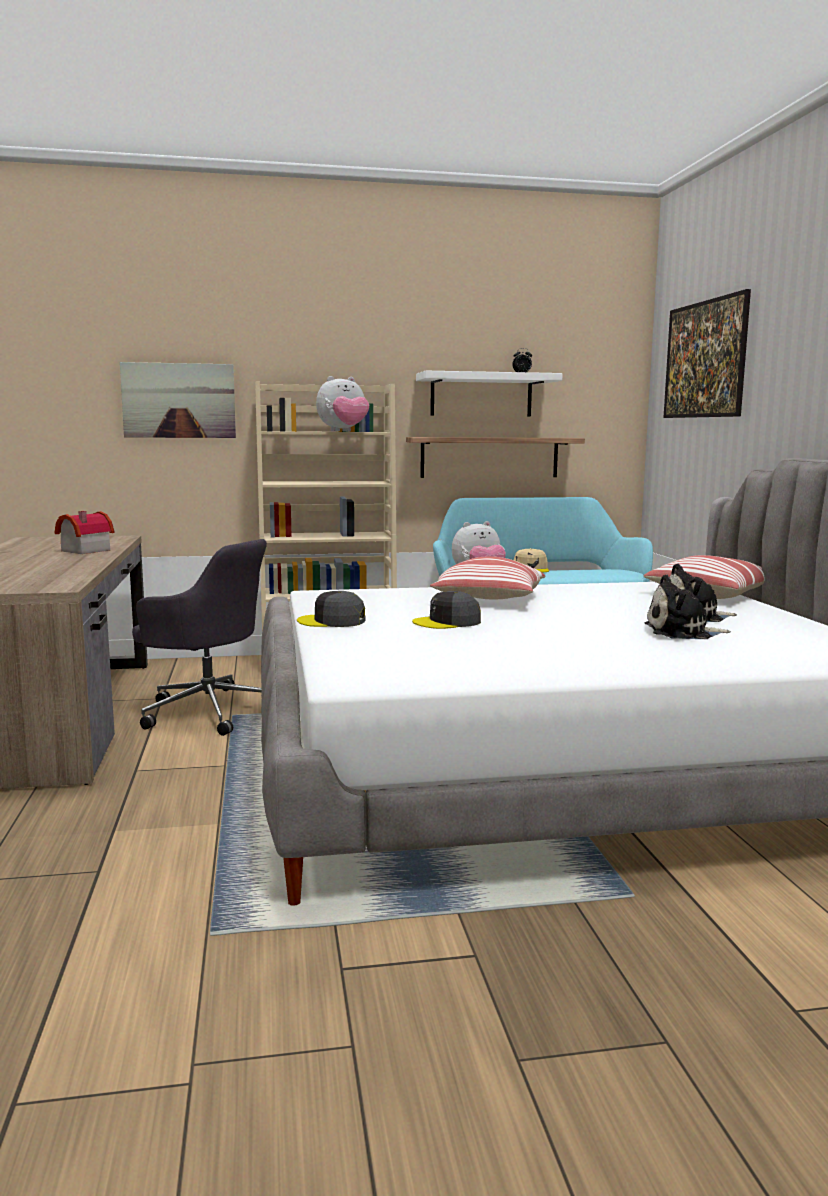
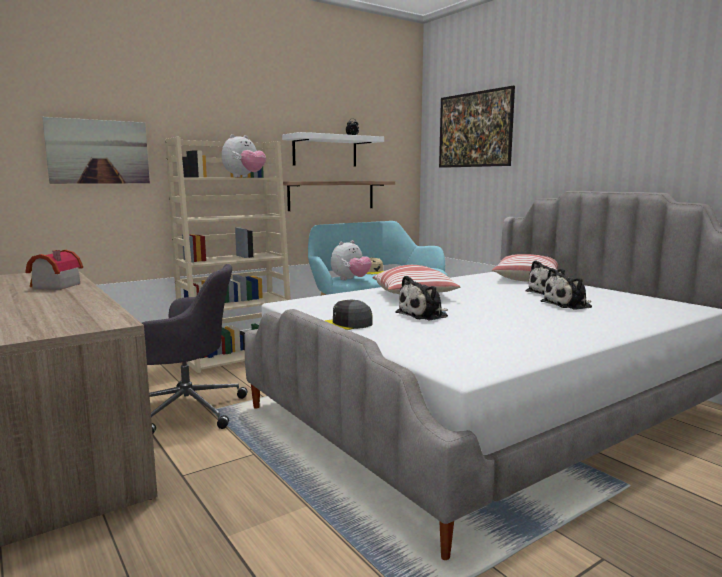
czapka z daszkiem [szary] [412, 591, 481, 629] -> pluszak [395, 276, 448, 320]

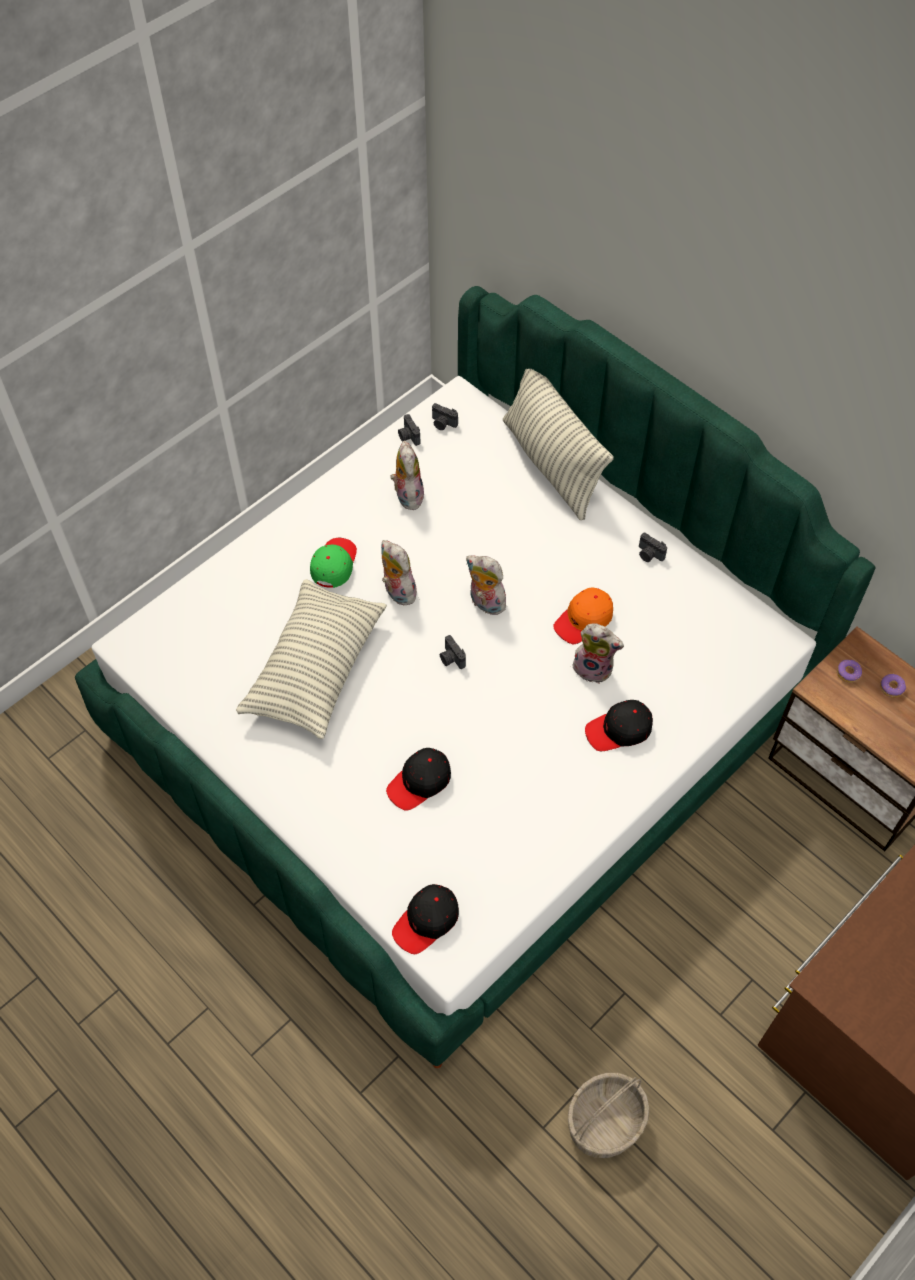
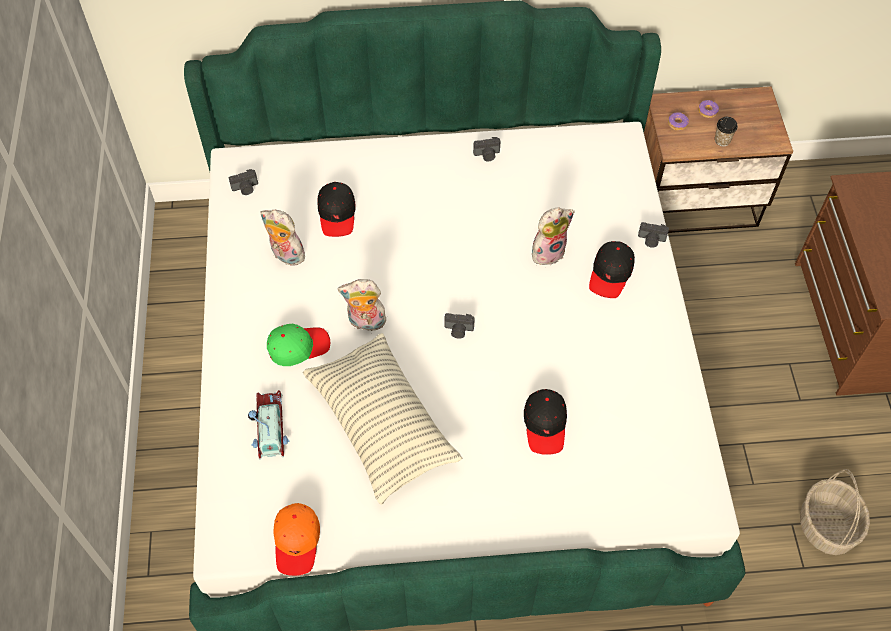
poduszka [503, 369, 614, 520] -> none
aparat fotograficzny [398, 414, 421, 446] -> aparat fotograficzny [638, 222, 669, 248], relocated
czapka z daszkiem [zielony] [310, 538, 357, 588] -> czapka z daszkiem [zielony] [267, 324, 330, 366], 105 degrees clockwise
pluszak [466, 555, 506, 615] -> none
czapka z daszkiem [pomarańczowy] [553, 587, 613, 644] -> czapka z daszkiem [pomarańczowy] [273, 503, 320, 576], relocated
czapka z daszkiem [czarny] [392, 884, 459, 954] -> czapka z daszkiem [czarny] [317, 182, 356, 237], relocated
none -> filiżanka [715, 117, 738, 146]
none -> samochodzik [248, 390, 289, 460]

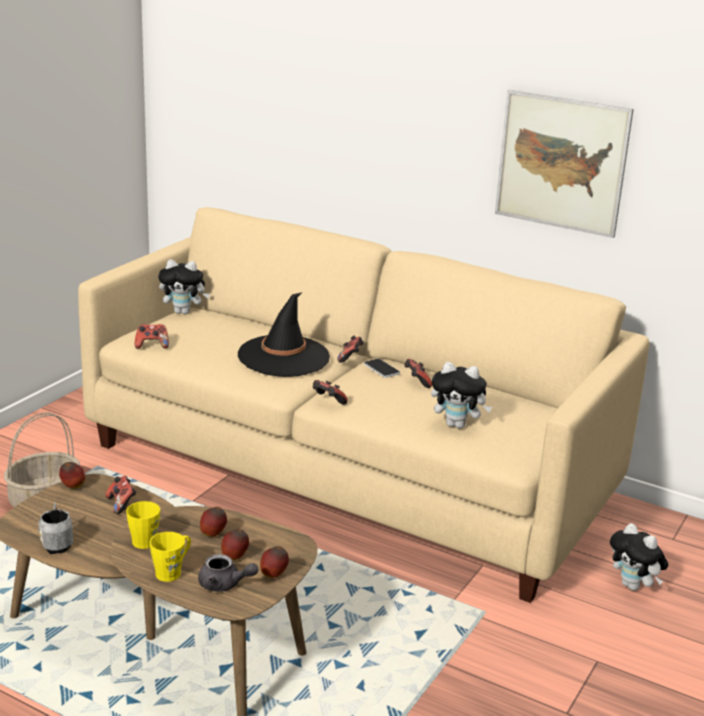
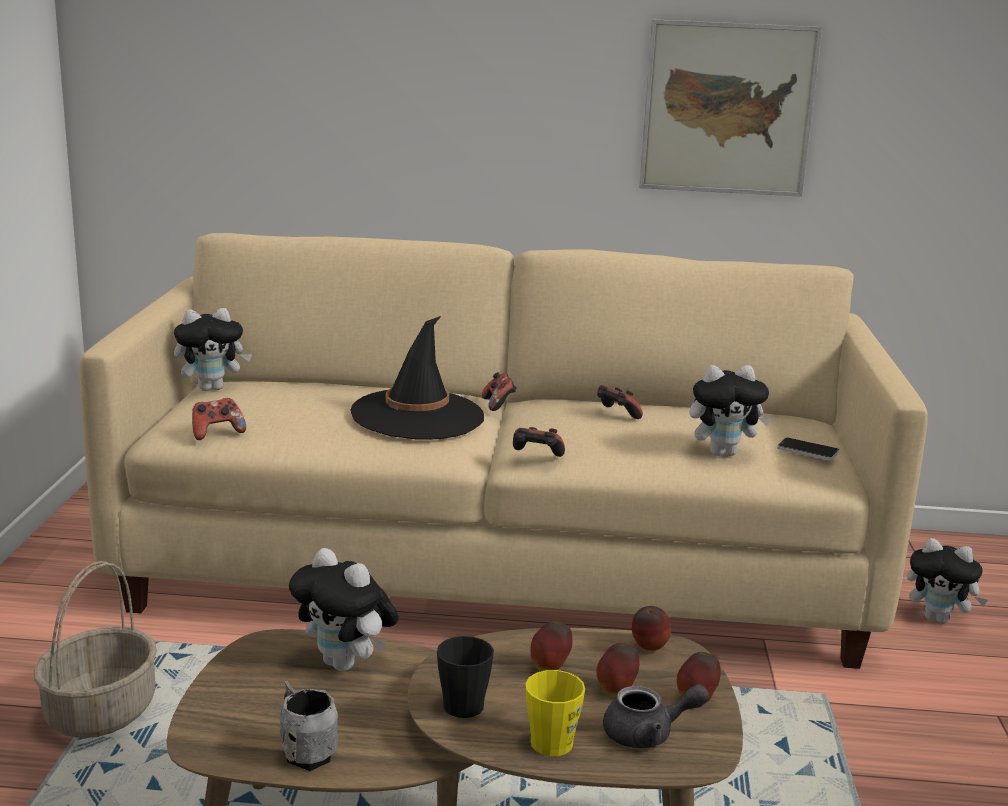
telefon [364, 359, 400, 378] -> telefon [777, 437, 839, 461], relocated
jabłko [59, 462, 85, 489] -> jabłko [632, 606, 671, 651], relocated
pad do gier [106, 476, 136, 514] -> pluszak [289, 548, 399, 672]
kubek [żółty] [126, 501, 160, 549] -> kubek [czarny] [437, 636, 494, 718]

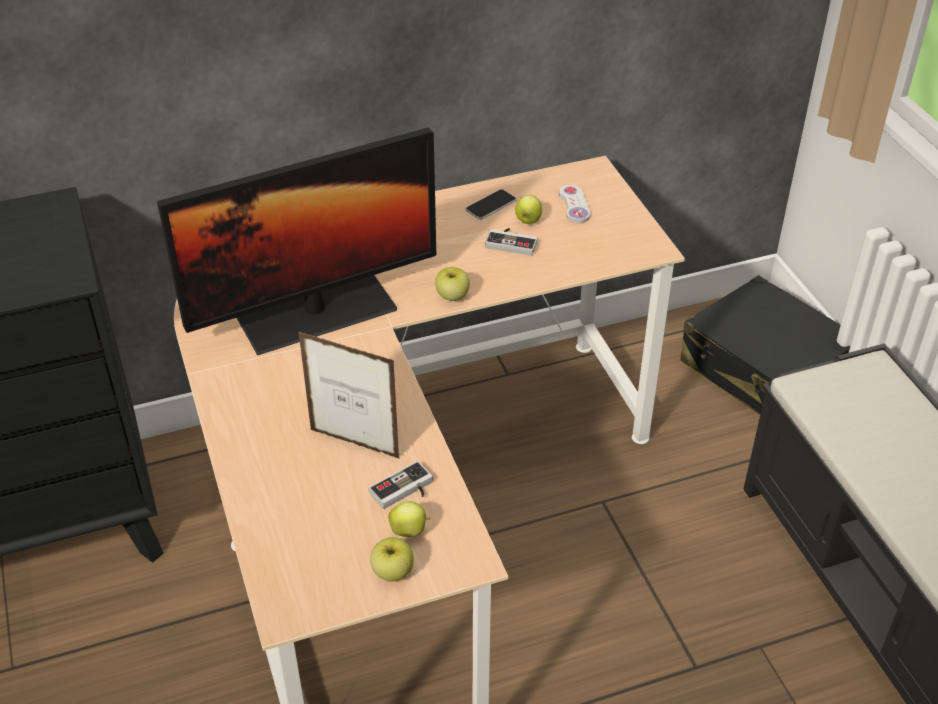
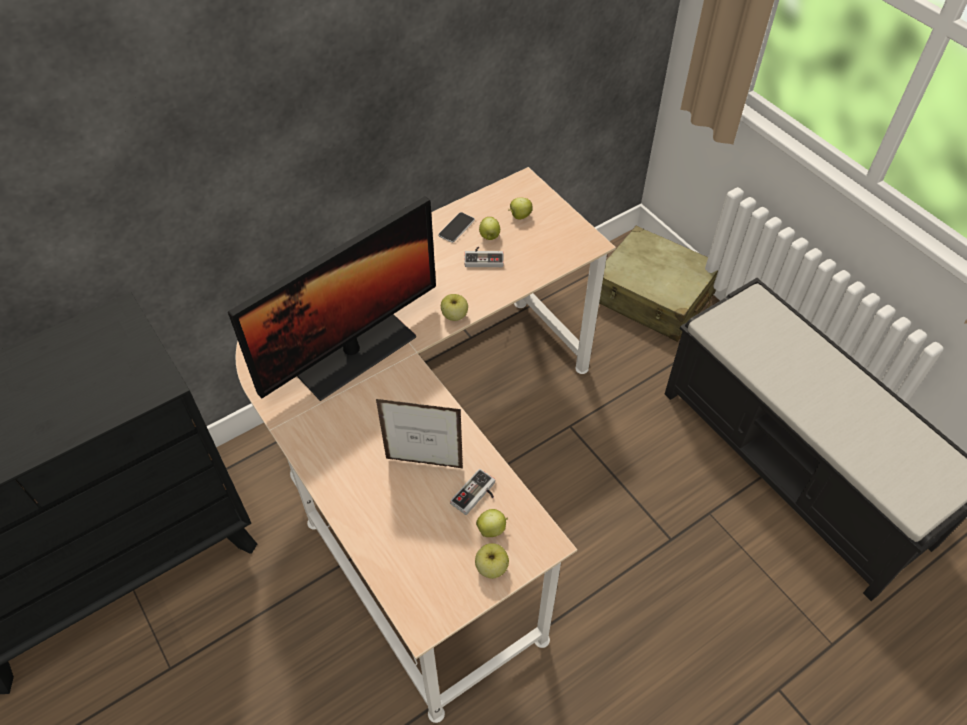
pad do gier [biały] [559, 184, 590, 223] -> jabłko [508, 197, 533, 219]
walizka [czarny] [681, 275, 850, 415] -> walizka [beżowy] [599, 226, 718, 342]

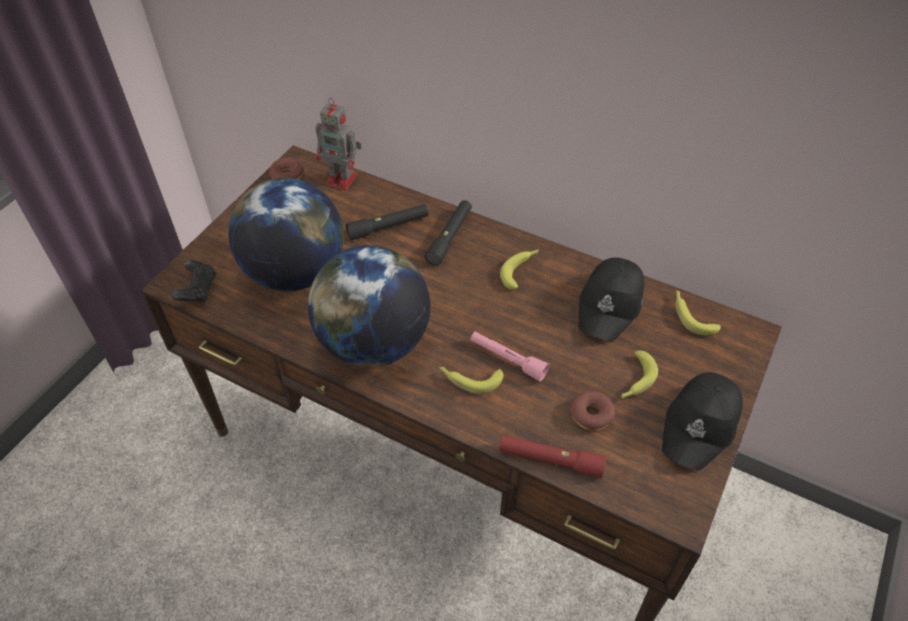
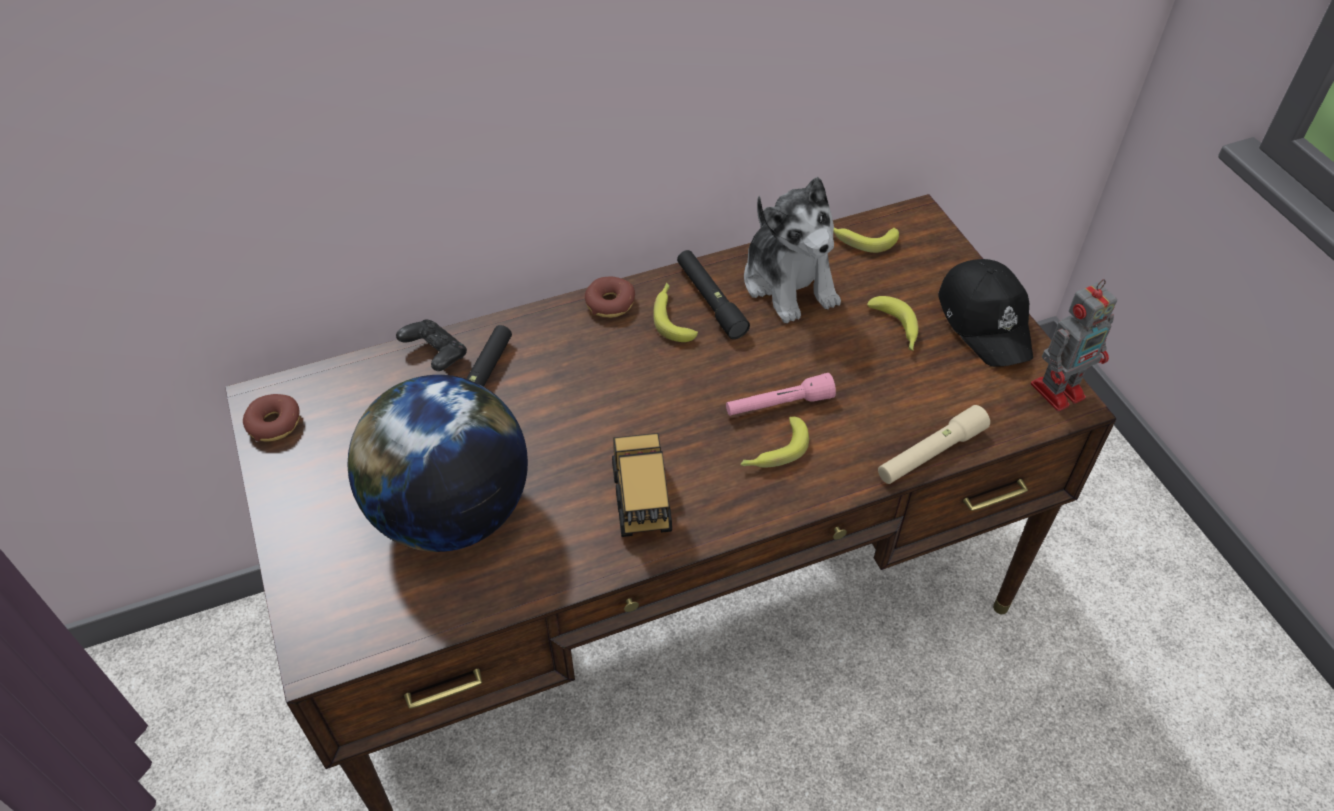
robot zabawkowy [316, 98, 362, 190] -> robot zabawkowy [1031, 279, 1117, 411], relocated
latarka [czarny] [425, 200, 472, 266] -> latarka [czarny] [677, 250, 750, 339], relocated
globus [308, 245, 430, 367] -> ciężarówka zabawkowa [612, 433, 672, 537]
czapka z daszkiem [czarny] [579, 257, 644, 341] -> pluszak [744, 177, 841, 323]
pad do gier [czarny] [171, 260, 216, 303] -> pad do gier [czarny] [396, 320, 467, 371], relocated
donut [569, 391, 615, 430] -> donut [585, 277, 635, 318], relocated
latarka [czerwony] [499, 435, 606, 478] -> latarka [beżowy] [878, 405, 990, 484]

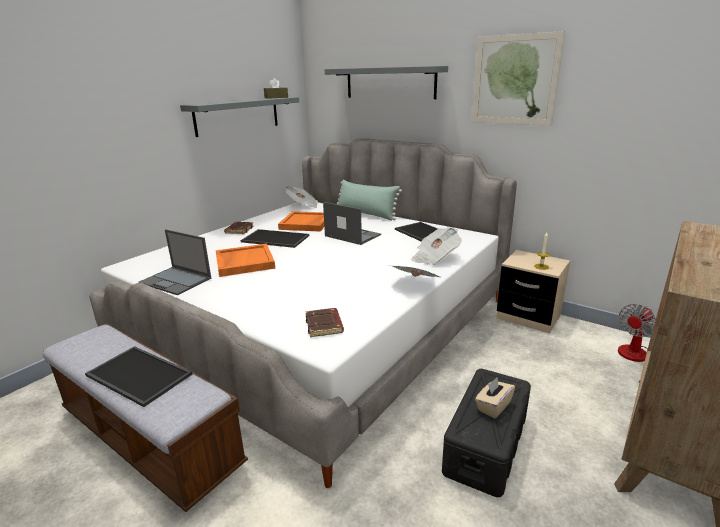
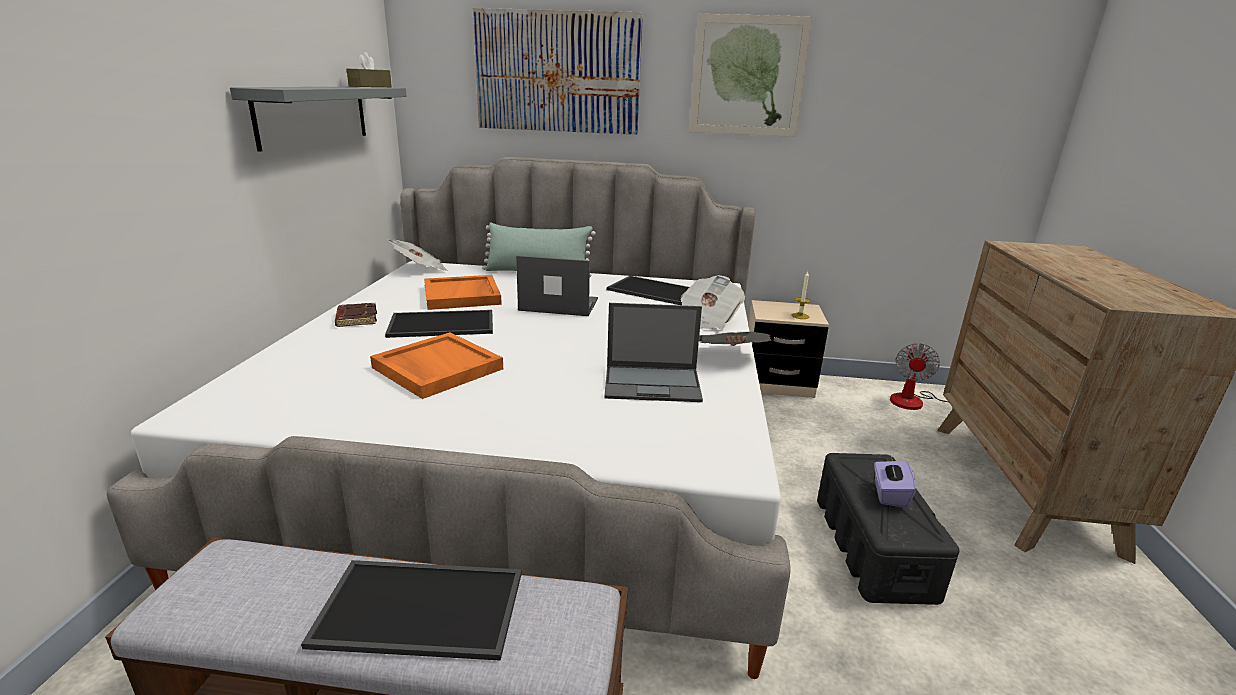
półka [szary] [325, 66, 448, 99] -> obraz [473, 8, 643, 135]
laptop [139, 229, 211, 295] -> laptop [604, 303, 703, 402], relocated
książka [brązowy] [305, 308, 344, 337] -> none
pudełko chusteczek [beżowy] [475, 377, 515, 418] -> pudełko chusteczek [fioletowy] [874, 456, 916, 508]

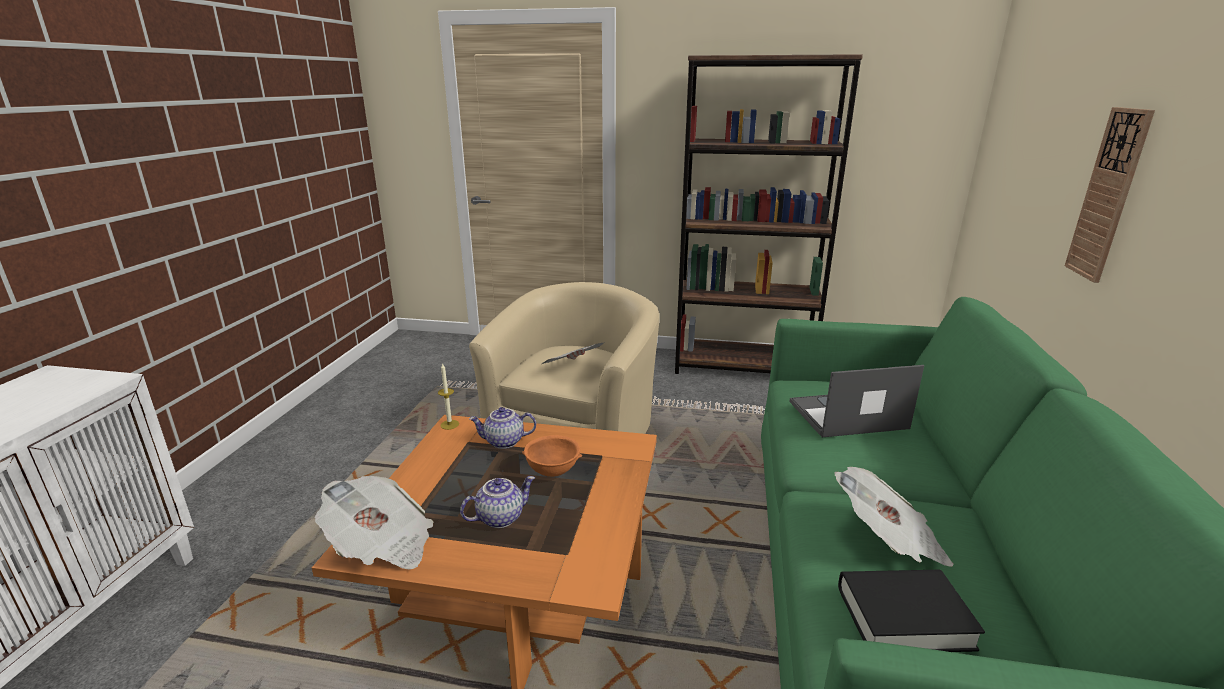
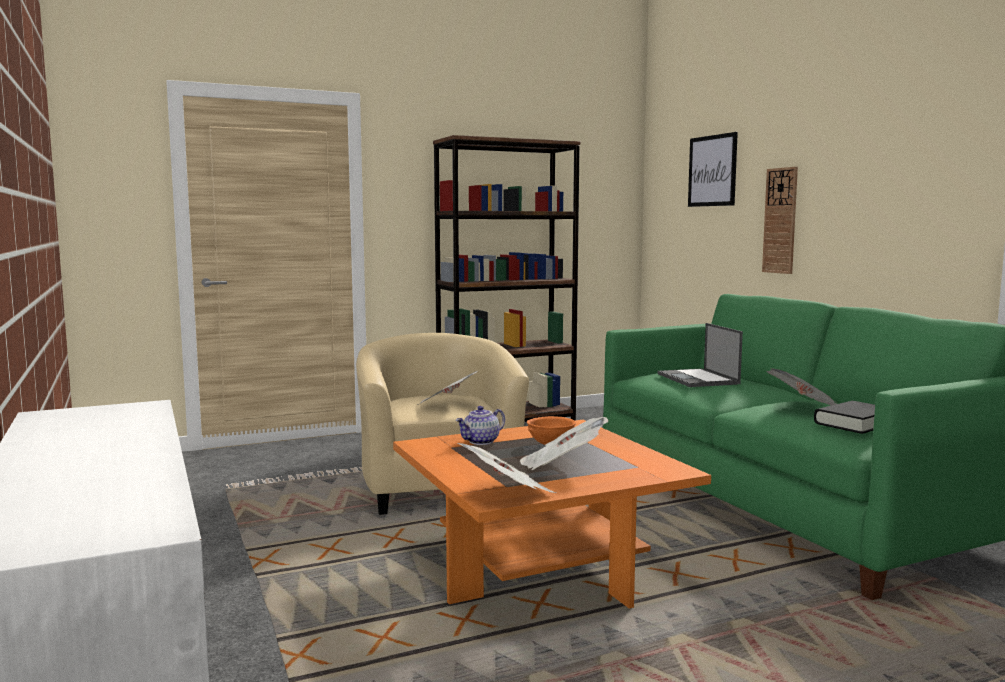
świeca [438, 363, 459, 430] -> none
laptop [789, 365, 924, 437] -> laptop [657, 323, 743, 387], 60 degrees counterclockwise
imbryk [460, 476, 535, 528] -> gazeta [520, 417, 608, 470]
none -> obraz [688, 132, 738, 207]

